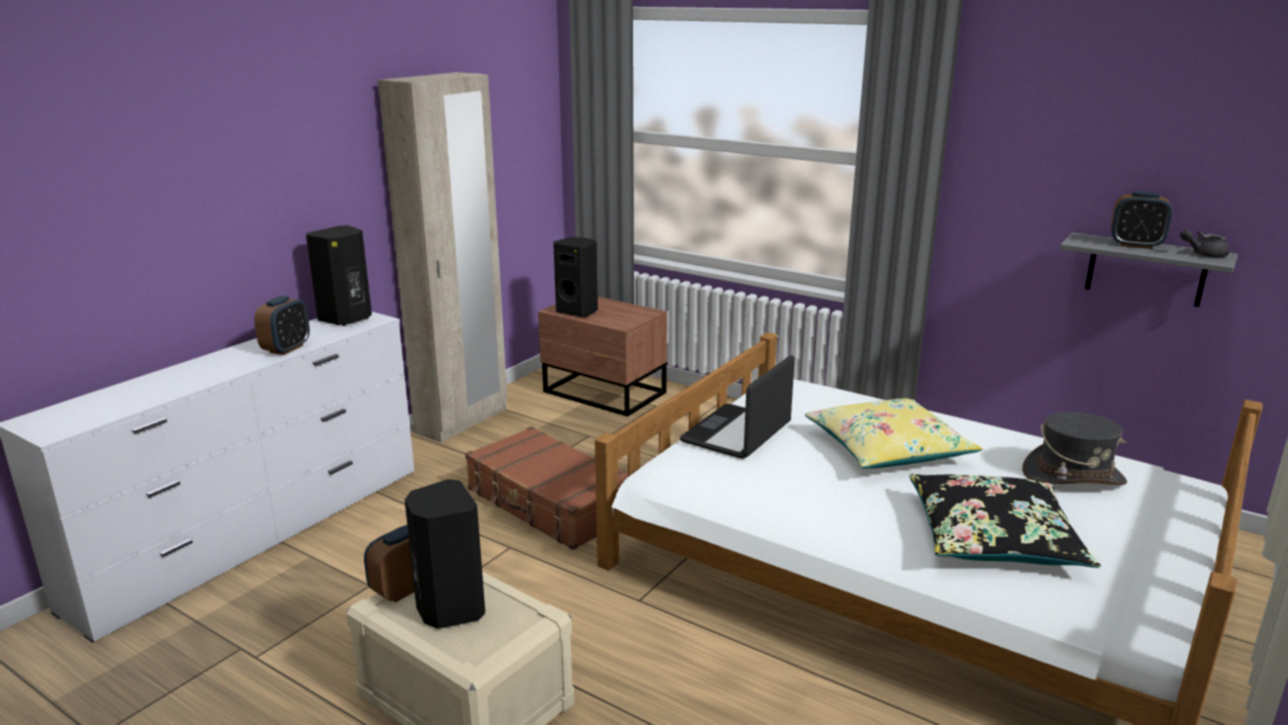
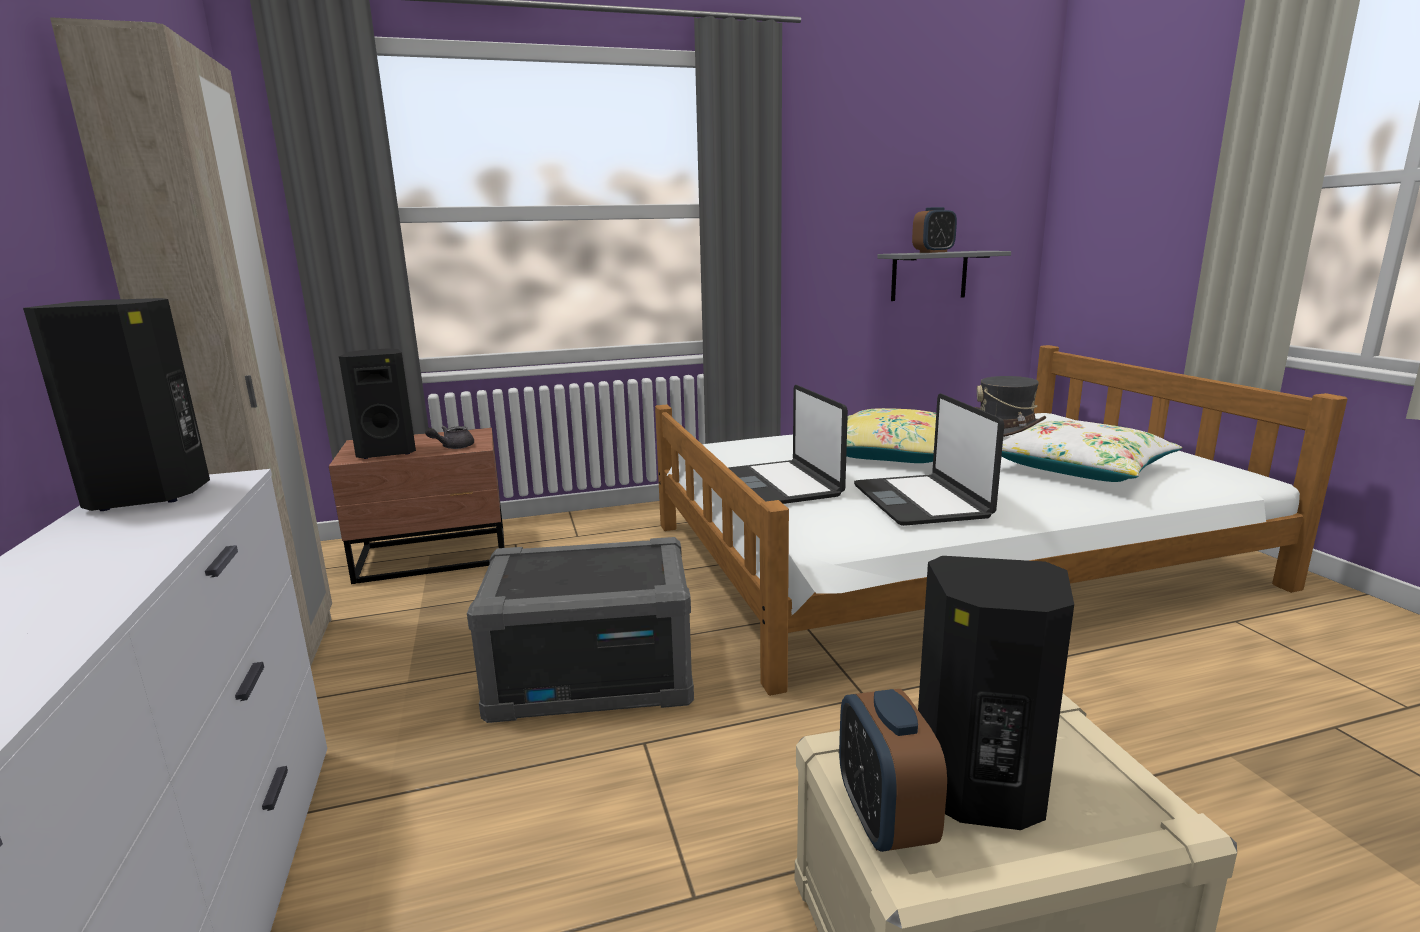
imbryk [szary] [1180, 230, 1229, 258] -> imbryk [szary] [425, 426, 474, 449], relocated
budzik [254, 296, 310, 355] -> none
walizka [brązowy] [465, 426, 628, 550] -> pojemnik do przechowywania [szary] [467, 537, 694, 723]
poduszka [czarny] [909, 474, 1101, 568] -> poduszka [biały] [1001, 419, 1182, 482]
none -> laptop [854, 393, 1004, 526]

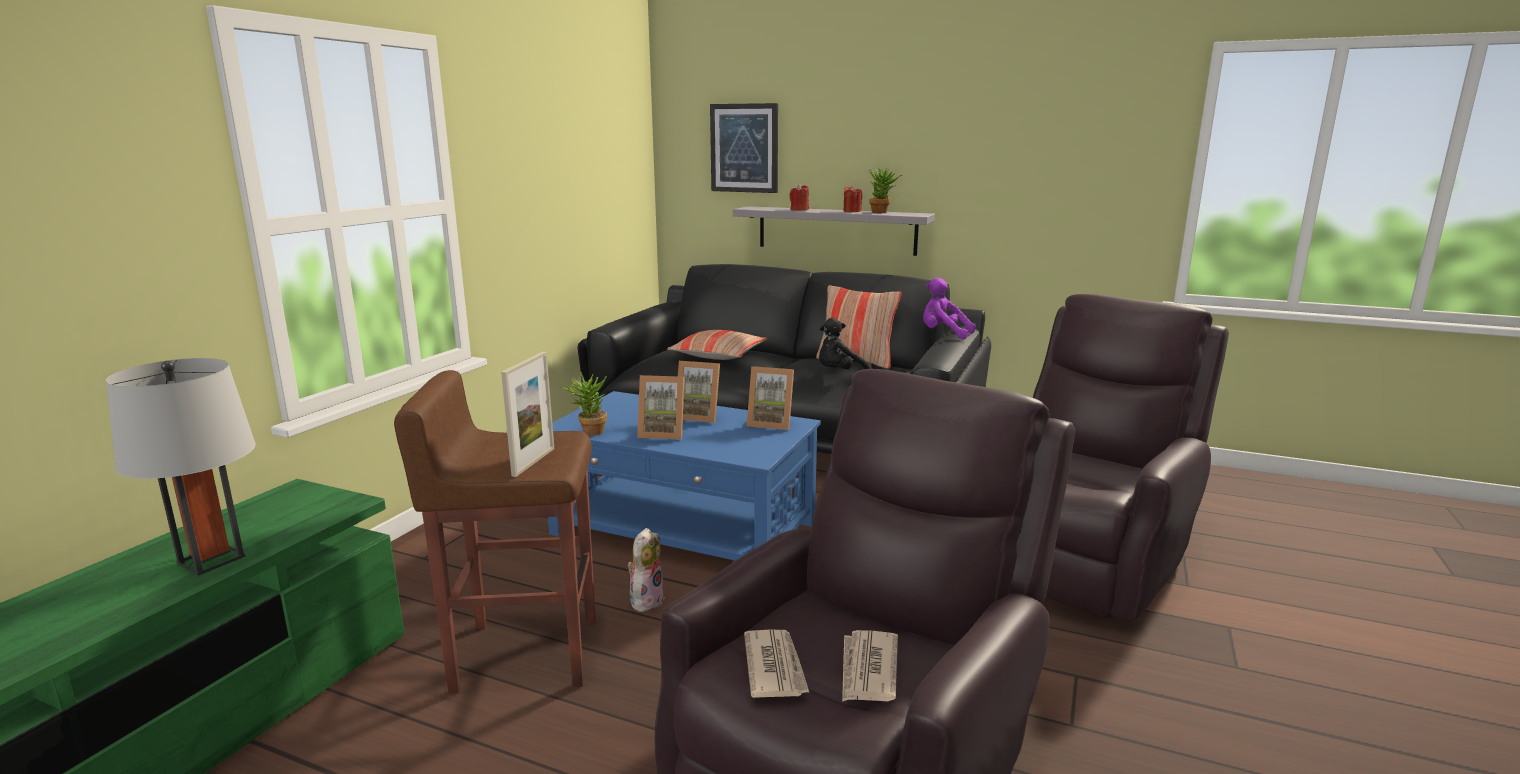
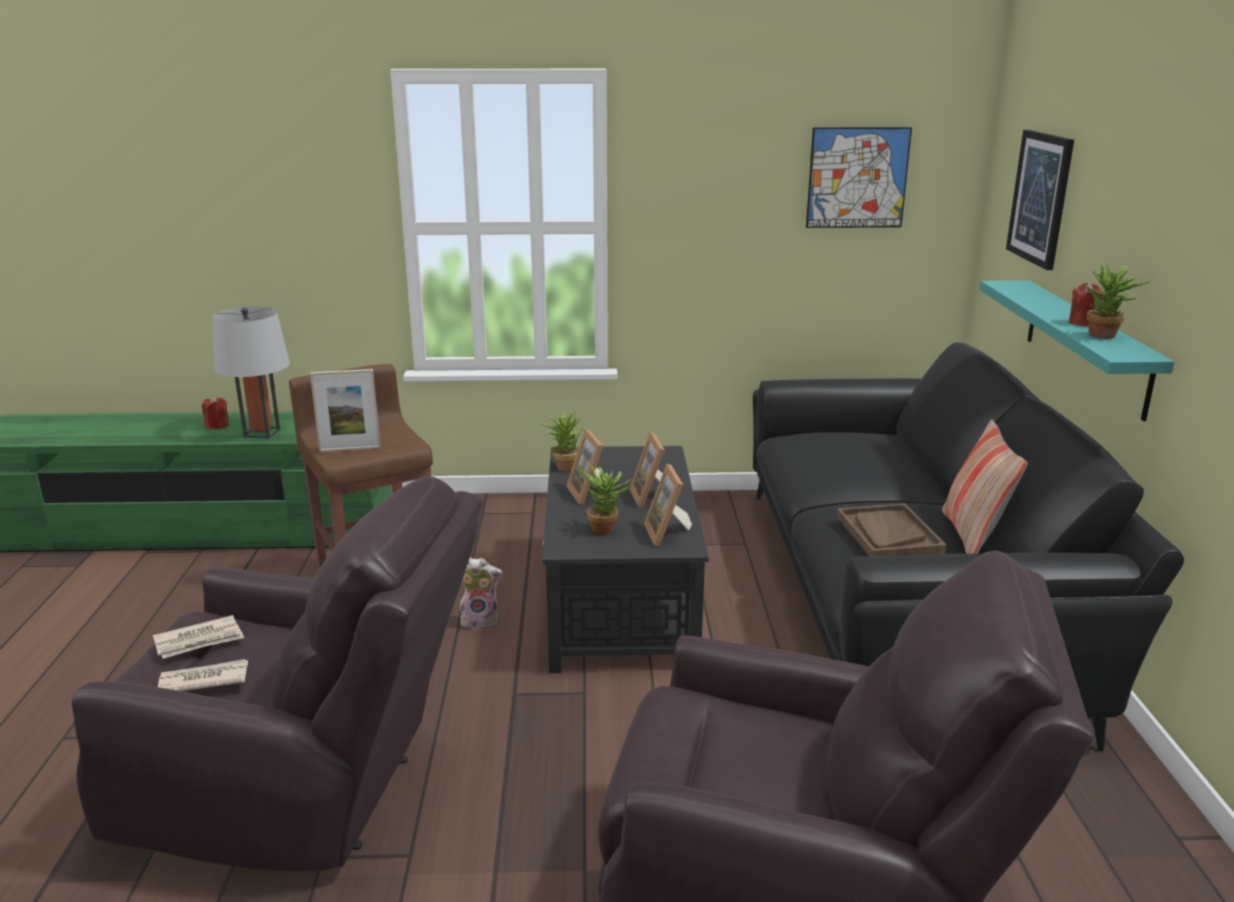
świeca [czerwony] [790, 184, 809, 211] -> świeca [czerwony] [202, 396, 229, 429], relocated
półka [szary] [733, 206, 935, 256] -> półka [turkusowy] [979, 280, 1174, 421]
pluszak [fioletowy] [923, 278, 975, 339] -> none
pluszak [czarny] [819, 318, 872, 369] -> taca [brązowy] [836, 503, 947, 556]
poduszka [667, 330, 767, 360] -> none
ława [niebieski] [548, 391, 821, 561] -> ława [czarny] [542, 446, 709, 673]
none -> obraz [806, 127, 912, 228]
none -> roślina doniczkowa [584, 465, 635, 534]

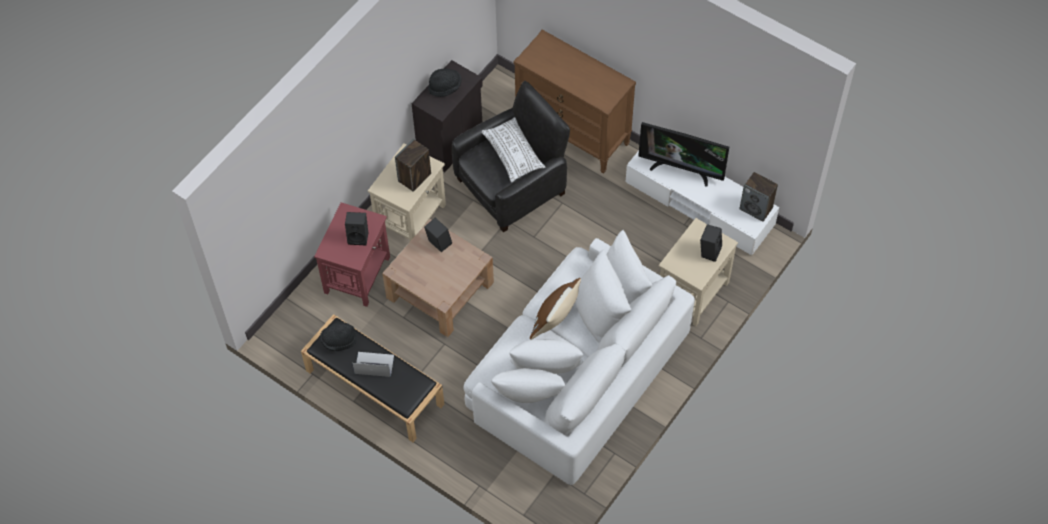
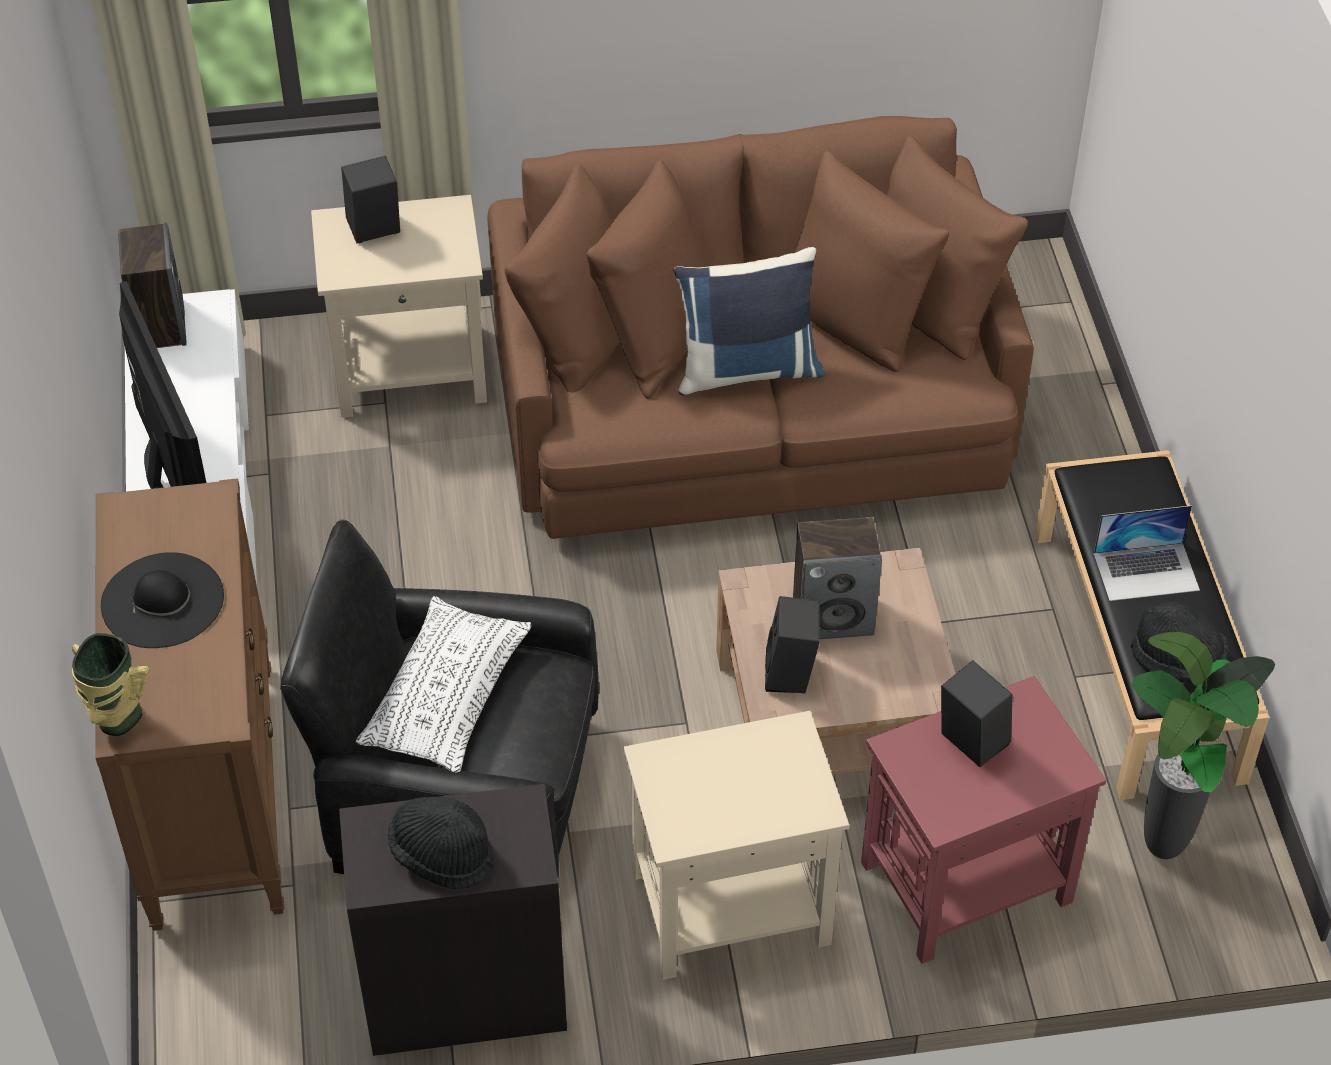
głośnik [395, 139, 431, 192] -> głośnik [793, 517, 882, 639], relocated
kanapa [biały] [464, 230, 695, 485] -> kanapa [brązowy] [487, 116, 1034, 539]
poduszka [brązowy] [530, 278, 581, 340] -> poduszka [niebieski] [673, 247, 825, 395]
laptop [352, 352, 394, 377] -> laptop [1094, 505, 1200, 601], 60 degrees counterclockwise
none -> kapelusz [czarny] [101, 552, 224, 648]
none -> roślina doniczkowa [1132, 632, 1275, 859]
none -> wazon [72, 633, 150, 736]

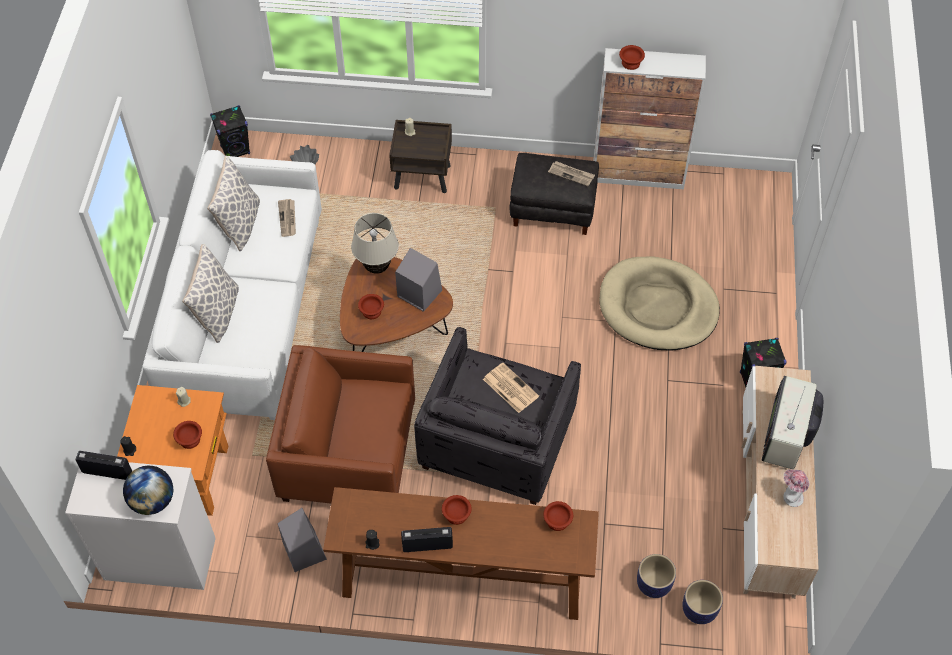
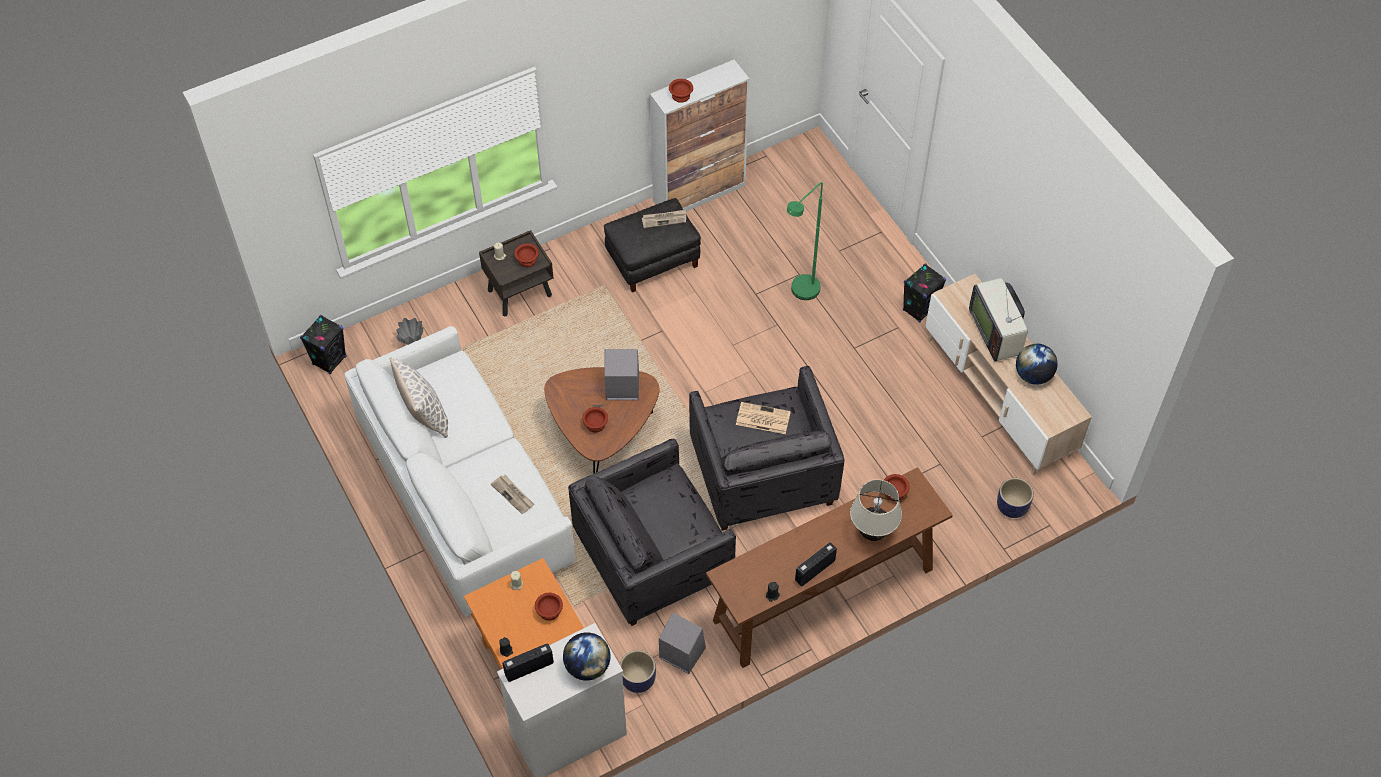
gazeta [278, 199, 296, 237] -> gazeta [491, 475, 535, 514], relocated
lampa stołowa [beżowy] [351, 213, 399, 274] -> lampa stołowa [beżowy] [850, 480, 902, 541], relocated
poduszka [182, 244, 239, 343] -> none
legowisko [beżowy] [599, 257, 720, 351] -> lampa stojąca [zielony] [787, 182, 823, 300]
fotel [brązowy] [266, 345, 415, 503] -> fotel [szary] [568, 439, 736, 626]
kapelusz [783, 470, 809, 507] -> globus [1016, 343, 1058, 385]
miska [brązowy] [442, 495, 472, 525] -> miska [brązowy] [514, 243, 539, 267], relocated
donica [637, 554, 676, 598] -> donica [620, 650, 656, 693], relocated

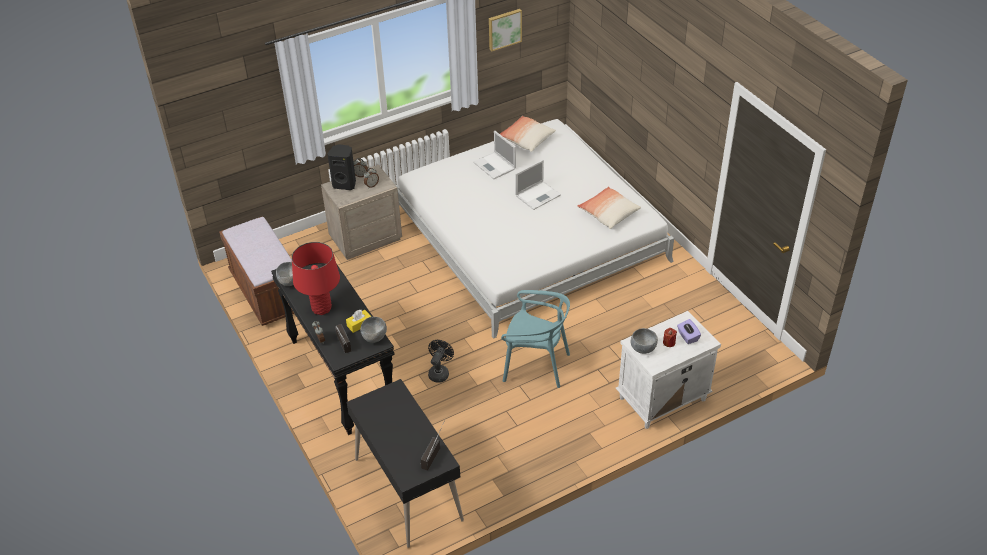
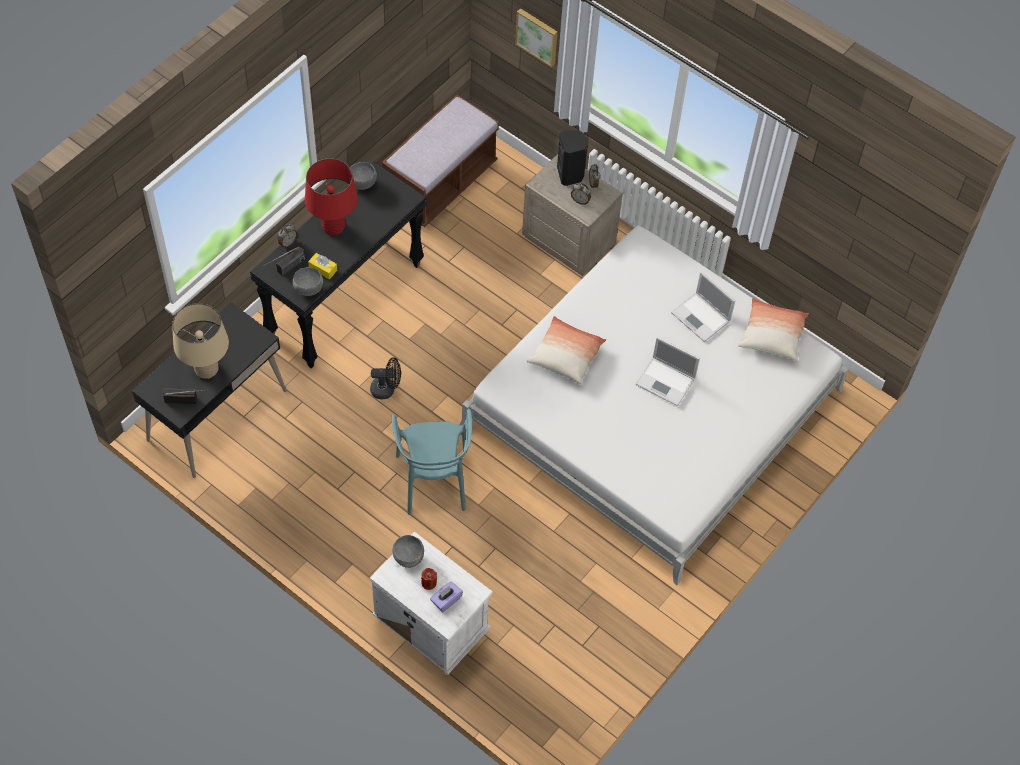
obraz [489, 9, 522, 52] -> obraz [515, 8, 558, 67], relocated
laptop [473, 131, 516, 179] -> laptop [671, 272, 735, 342], 75 degrees counterclockwise
poduszka [577, 187, 641, 229] -> poduszka [526, 316, 606, 384], relocated
none -> lampa stołowa [beżowy] [172, 303, 229, 379]

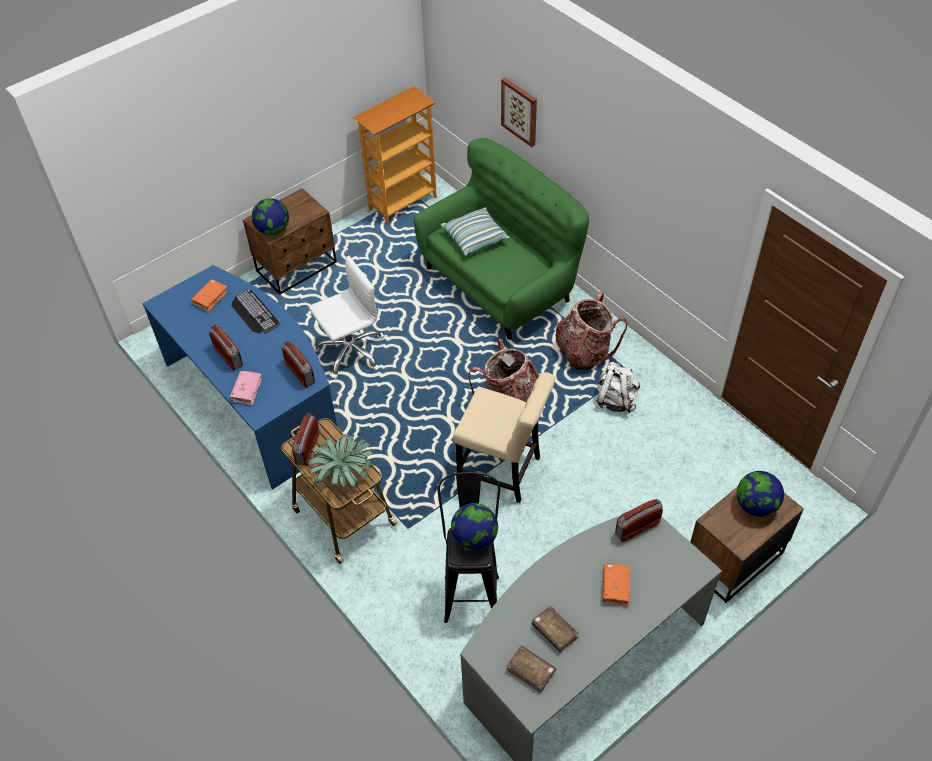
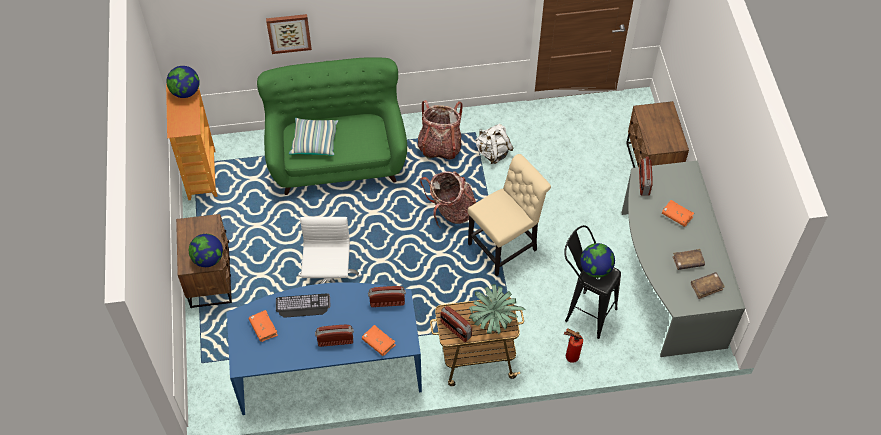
książka [różowy] [230, 371, 262, 405] -> książka [pomarańczowy] [362, 325, 396, 356]
globus [737, 471, 784, 517] -> globus [167, 66, 200, 98], relocated
none -> gaśnica [564, 328, 583, 363]

